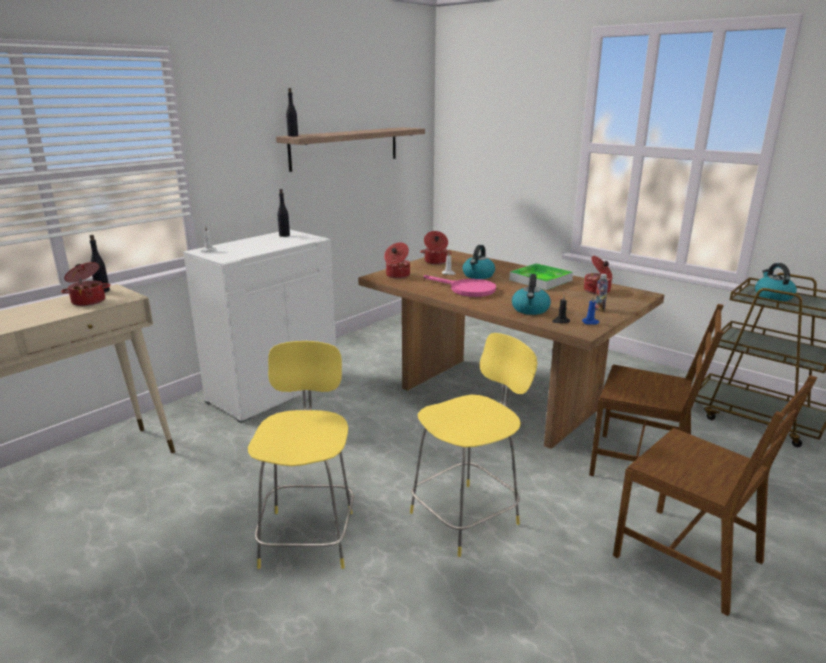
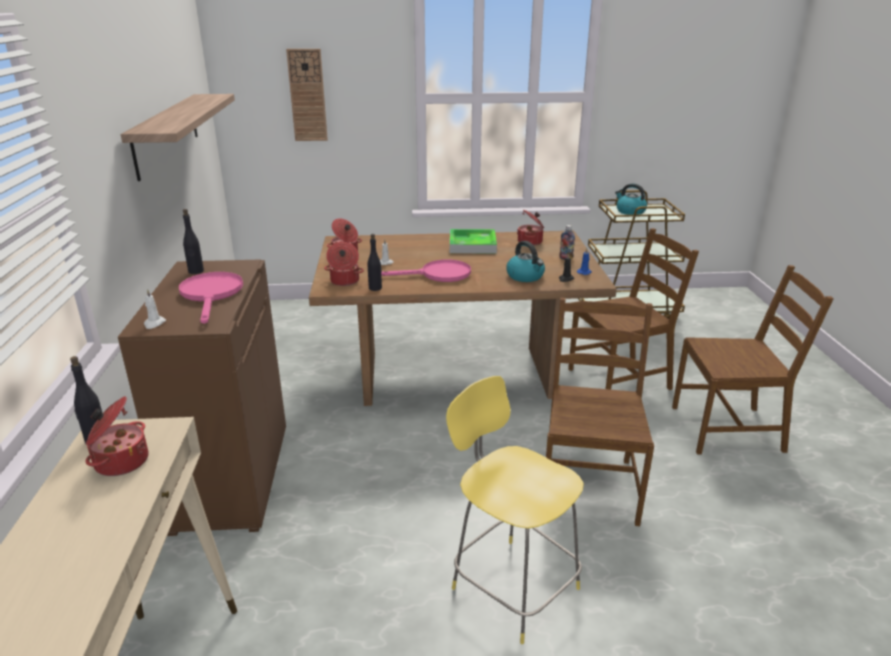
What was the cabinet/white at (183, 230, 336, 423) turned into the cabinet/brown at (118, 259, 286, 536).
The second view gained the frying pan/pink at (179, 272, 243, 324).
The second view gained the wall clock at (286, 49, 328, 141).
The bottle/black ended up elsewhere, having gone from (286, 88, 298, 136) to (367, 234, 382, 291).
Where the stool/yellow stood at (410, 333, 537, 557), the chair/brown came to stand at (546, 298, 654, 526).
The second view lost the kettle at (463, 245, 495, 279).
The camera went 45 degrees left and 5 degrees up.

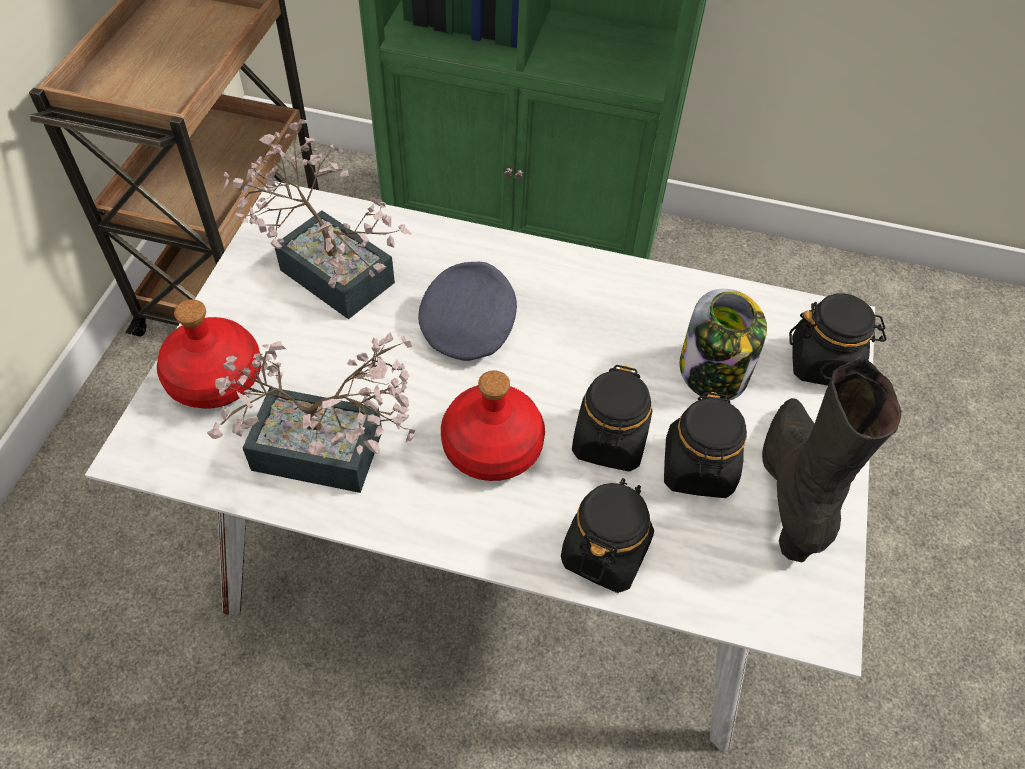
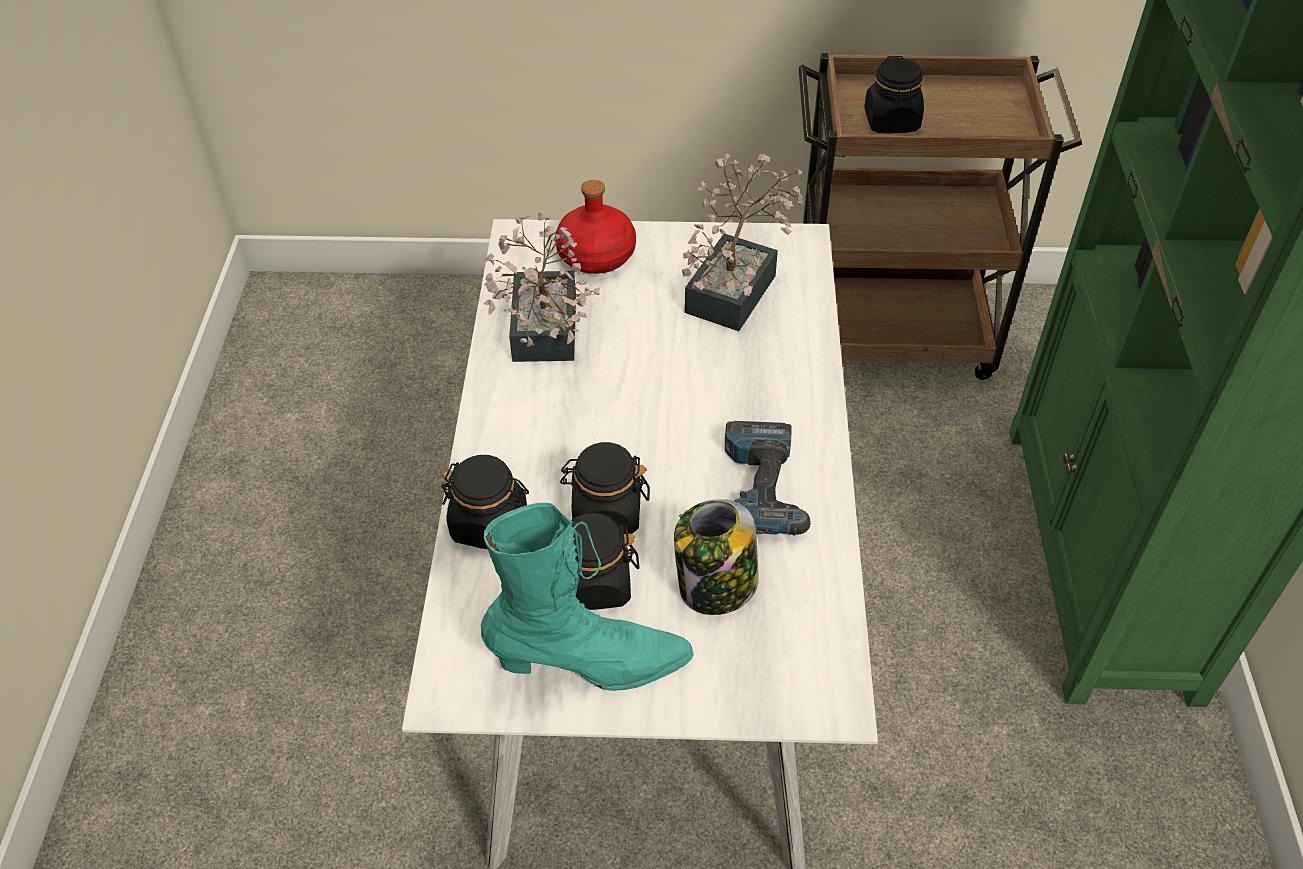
What was the boot/black at (762, 355, 901, 562) turned into the boot/turquoise at (481, 503, 694, 691).
The second view gained the power drill at (679, 421, 810, 536).
The jar/black ended up elsewhere, having gone from (789, 293, 887, 386) to (864, 56, 924, 133).
The second view lost the cap/grey at (418, 262, 517, 361).
The second view lost the bottle/red at (441, 370, 545, 481).
The camera went 80 degrees right and 5 degrees down.

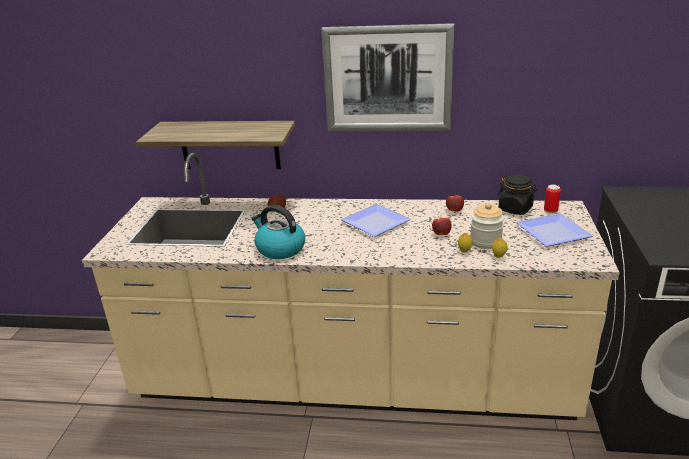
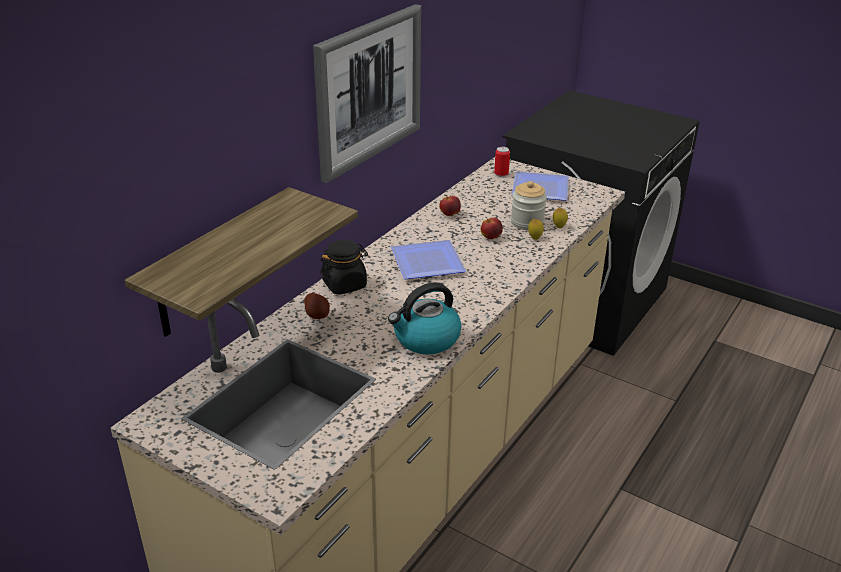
The jar/black ended up elsewhere, having gone from (498, 175, 537, 215) to (320, 240, 368, 295).
The camera went 65 degrees left and 5 degrees up.

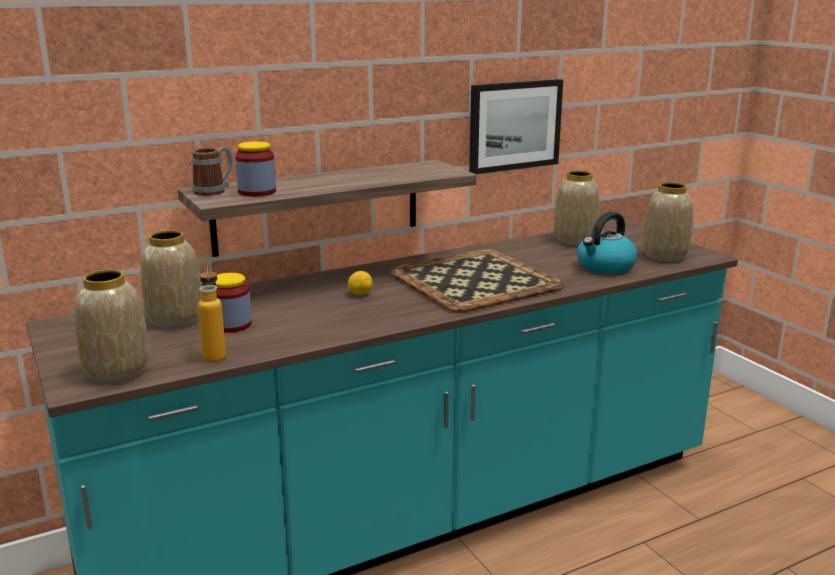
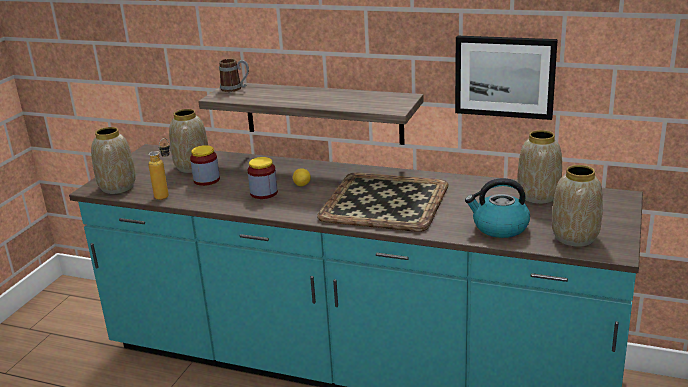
The jar ended up elsewhere, having gone from (235, 141, 276, 197) to (247, 157, 278, 199).
The camera went 50 degrees right and 5 degrees up.

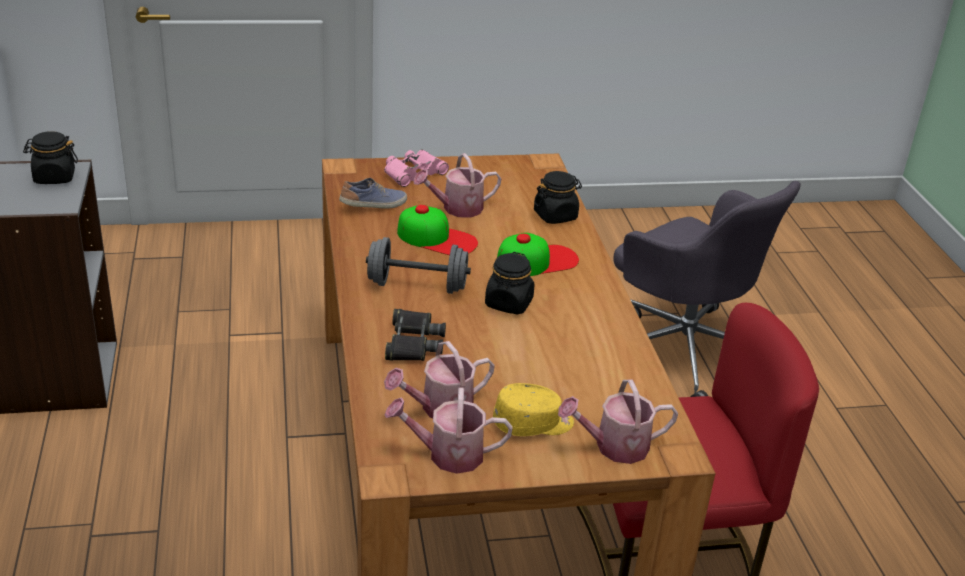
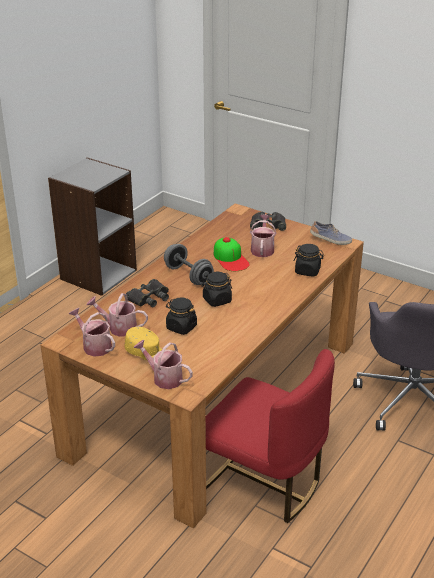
The jar/black ended up elsewhere, having gone from (23, 131, 78, 184) to (166, 297, 197, 335).
What was the binoculars/pink at (384, 149, 449, 187) turned into the binoculars/black at (250, 212, 286, 231).
The watering can at (414, 153, 501, 218) ended up facing another way, 75 degrees clockwise from before.
The shoe ended up elsewhere, having gone from (339, 178, 407, 208) to (310, 221, 352, 245).
The second view lost the cap at (497, 232, 579, 276).
The camera went 45 degrees right and 0 degrees up.

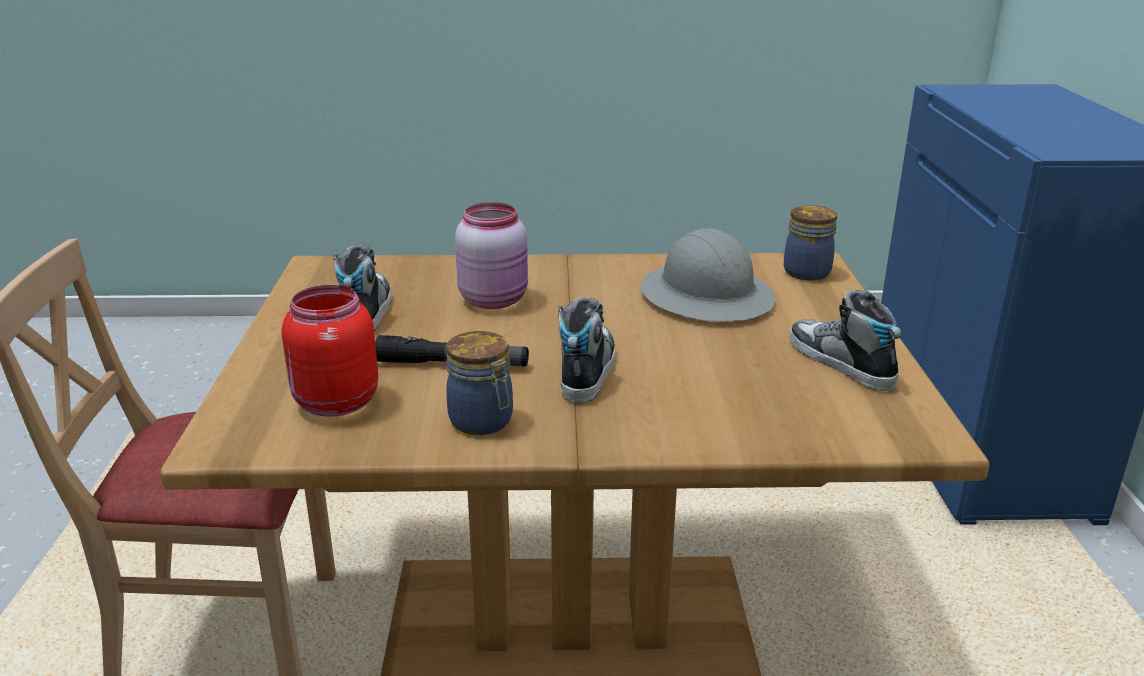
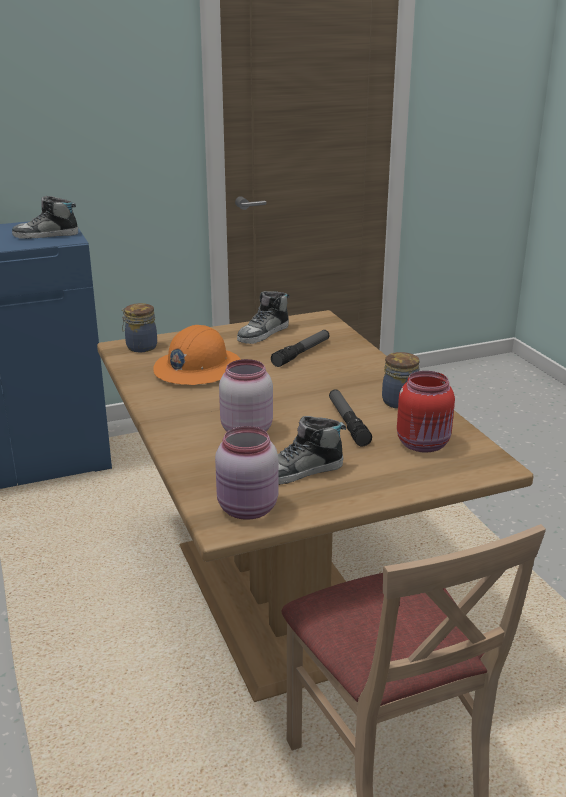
The shoe ended up elsewhere, having gone from (558, 297, 615, 403) to (12, 196, 78, 238).
What was the hard hat/grey at (641, 228, 776, 322) turned into the hard hat/orange at (153, 325, 241, 385).
The second view gained the jar/pink at (215, 426, 278, 520).
The second view gained the flashlight at (271, 330, 330, 367).
The camera went 110 degrees left and 0 degrees up.

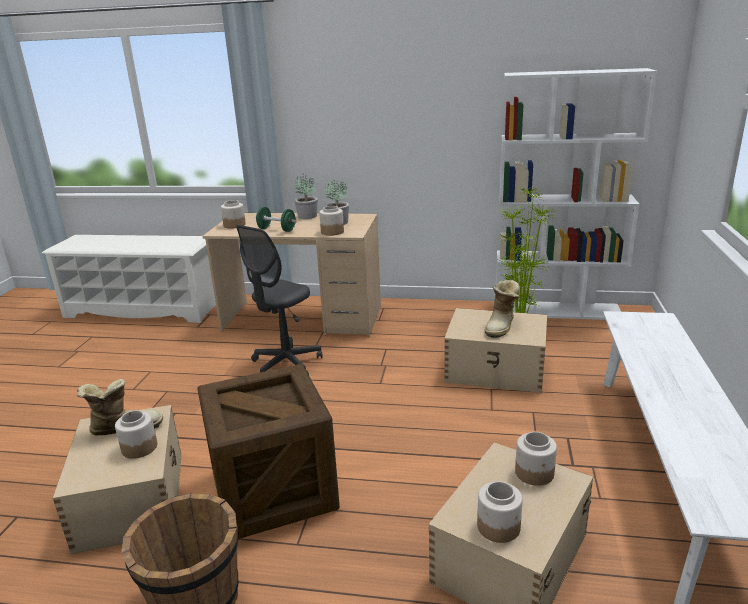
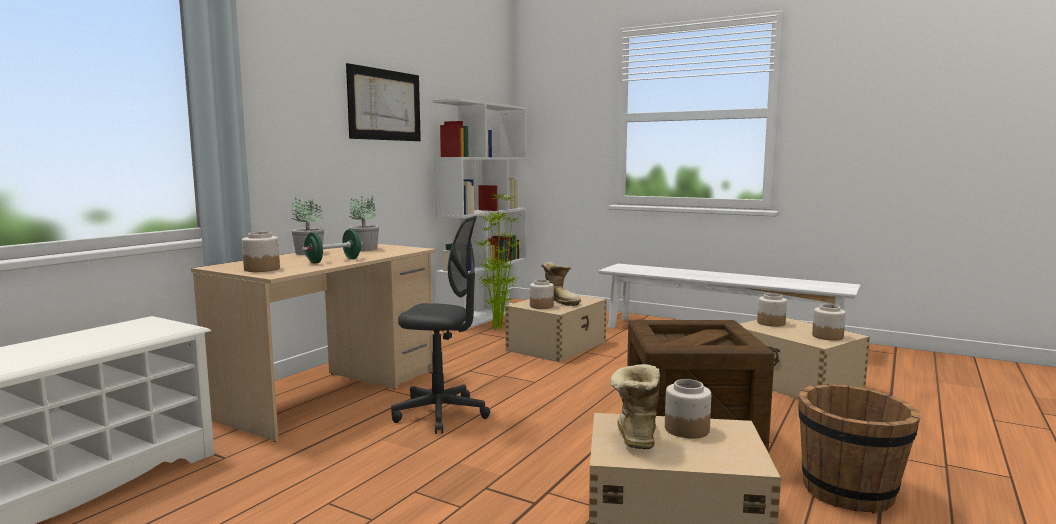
The second view gained the picture at (346, 63, 421, 141).
The office chair/grey at (236, 225, 323, 375) ended up facing another way, 45 degrees counterclockwise from before.
The jar ended up elsewhere, having gone from (319, 206, 344, 236) to (530, 280, 554, 309).
The camera went 70 degrees left and 15 degrees down.

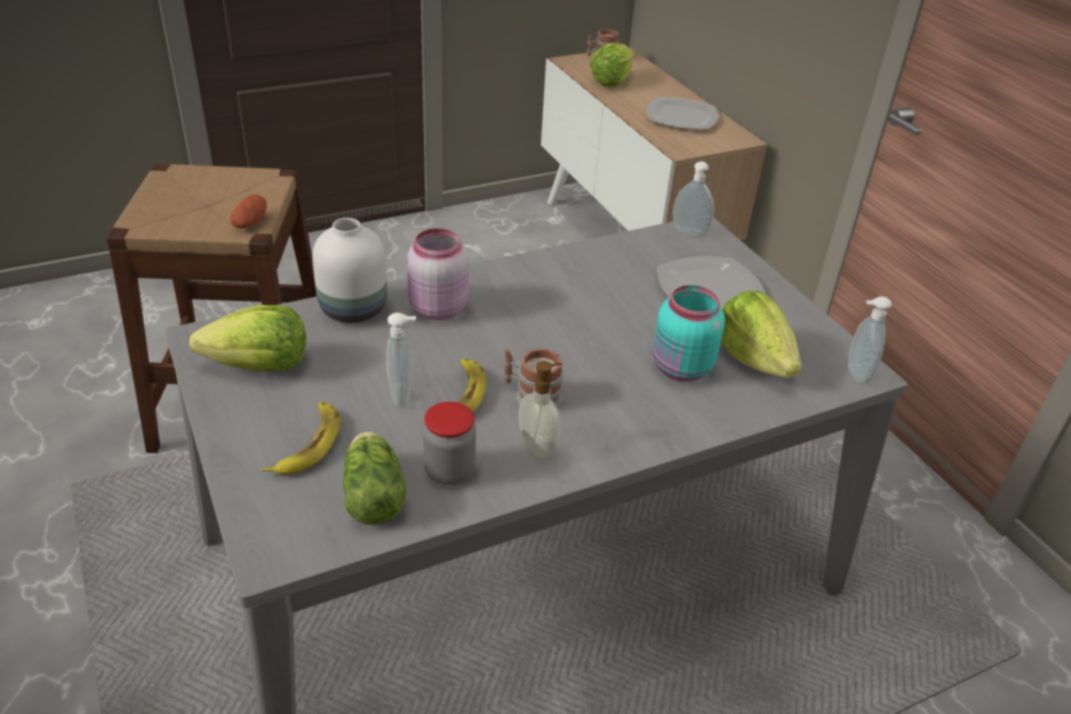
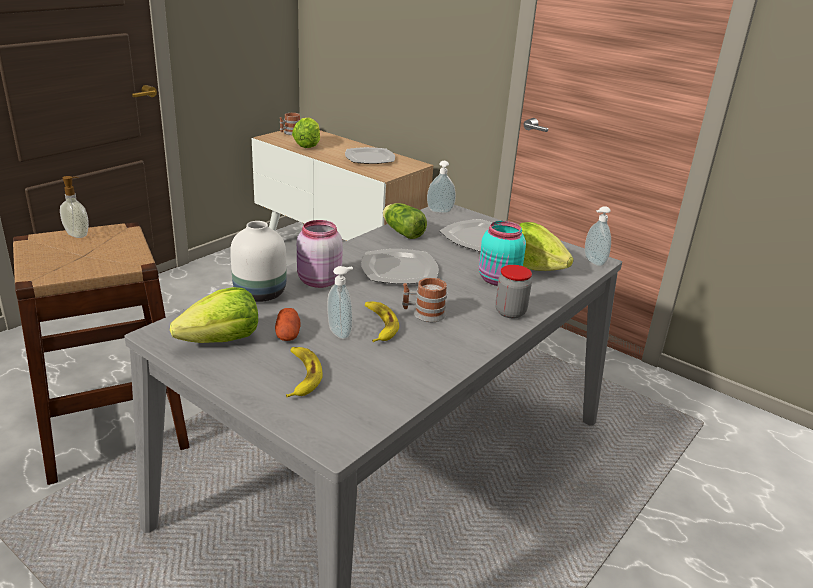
The soap dispenser ended up elsewhere, having gone from (518, 361, 562, 458) to (60, 176, 89, 238).
The potato ended up elsewhere, having gone from (230, 194, 267, 228) to (275, 308, 301, 341).
The second view gained the plate at (361, 249, 438, 284).
The lettuce ended up elsewhere, having gone from (343, 432, 406, 525) to (383, 203, 427, 239).
The jar ended up elsewhere, having gone from (423, 402, 476, 485) to (495, 265, 532, 318).
The camera went 25 degrees left and 10 degrees down.

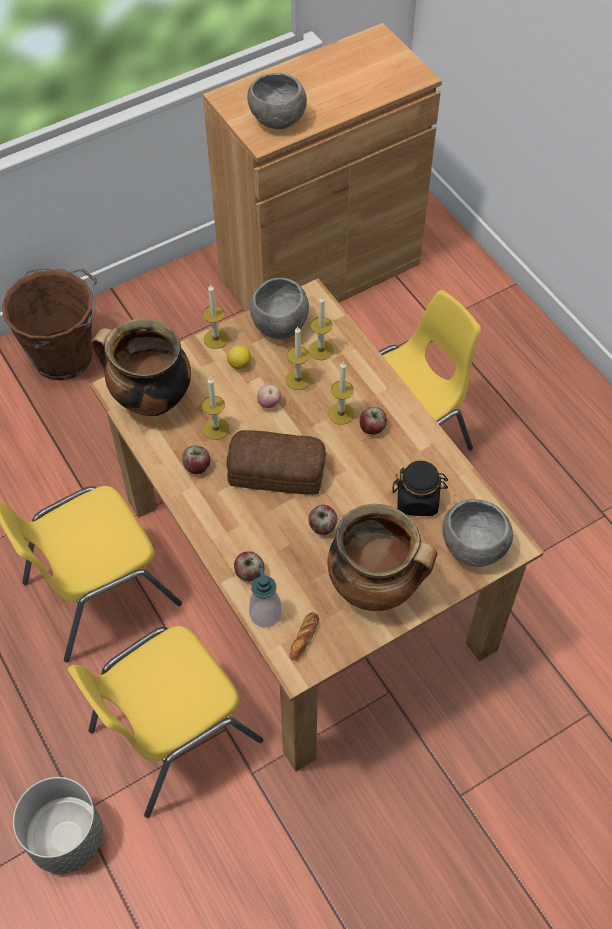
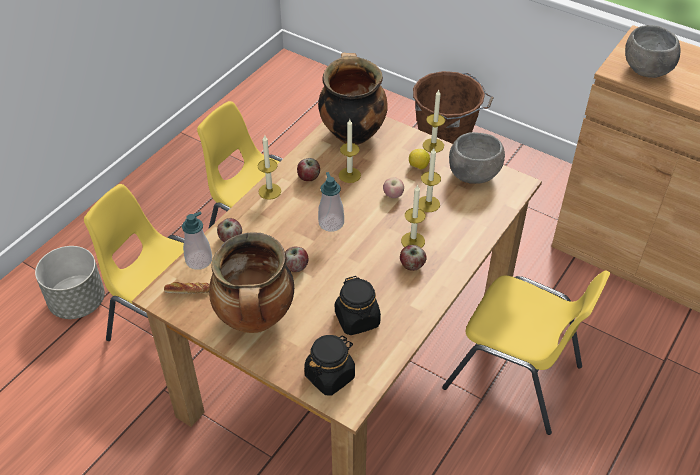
The candle ended up elsewhere, having gone from (308, 296, 334, 360) to (258, 135, 281, 200).
Where the bowl/grey stood at (442, 499, 513, 567), the jar/black came to stand at (304, 335, 355, 396).
Where the bread stood at (227, 430, 326, 495), the soap dispenser came to stand at (318, 172, 344, 232).
The camera went 65 degrees right and 10 degrees down.

